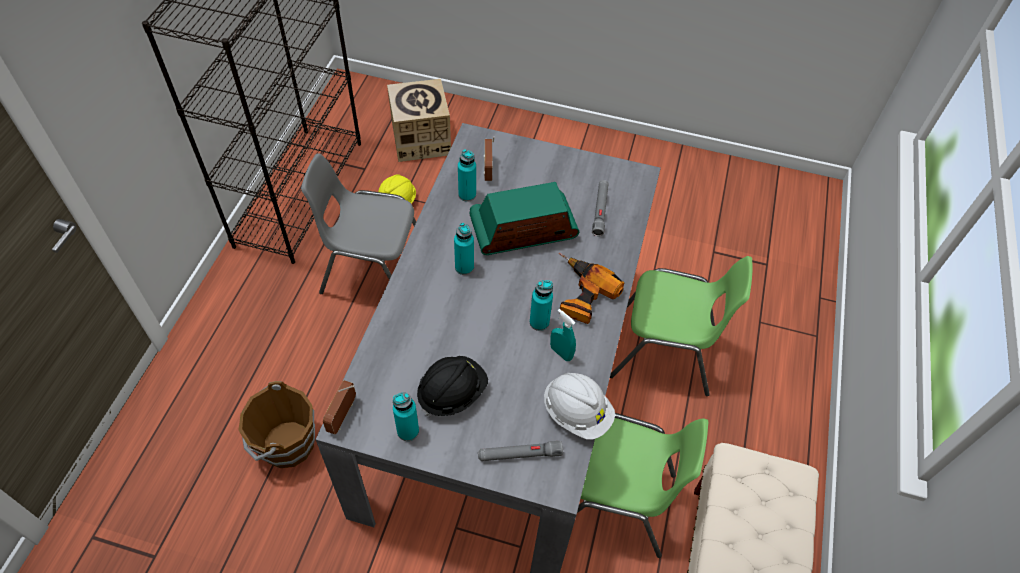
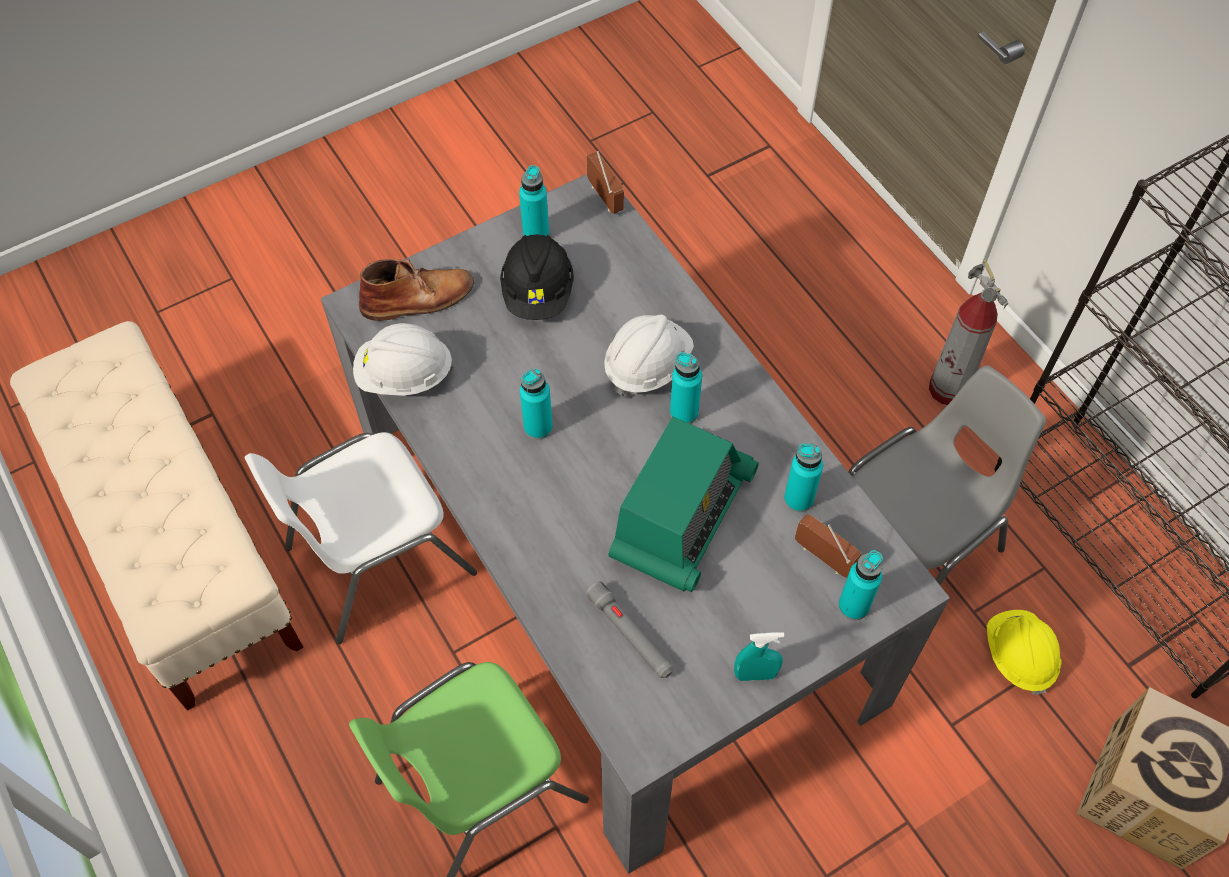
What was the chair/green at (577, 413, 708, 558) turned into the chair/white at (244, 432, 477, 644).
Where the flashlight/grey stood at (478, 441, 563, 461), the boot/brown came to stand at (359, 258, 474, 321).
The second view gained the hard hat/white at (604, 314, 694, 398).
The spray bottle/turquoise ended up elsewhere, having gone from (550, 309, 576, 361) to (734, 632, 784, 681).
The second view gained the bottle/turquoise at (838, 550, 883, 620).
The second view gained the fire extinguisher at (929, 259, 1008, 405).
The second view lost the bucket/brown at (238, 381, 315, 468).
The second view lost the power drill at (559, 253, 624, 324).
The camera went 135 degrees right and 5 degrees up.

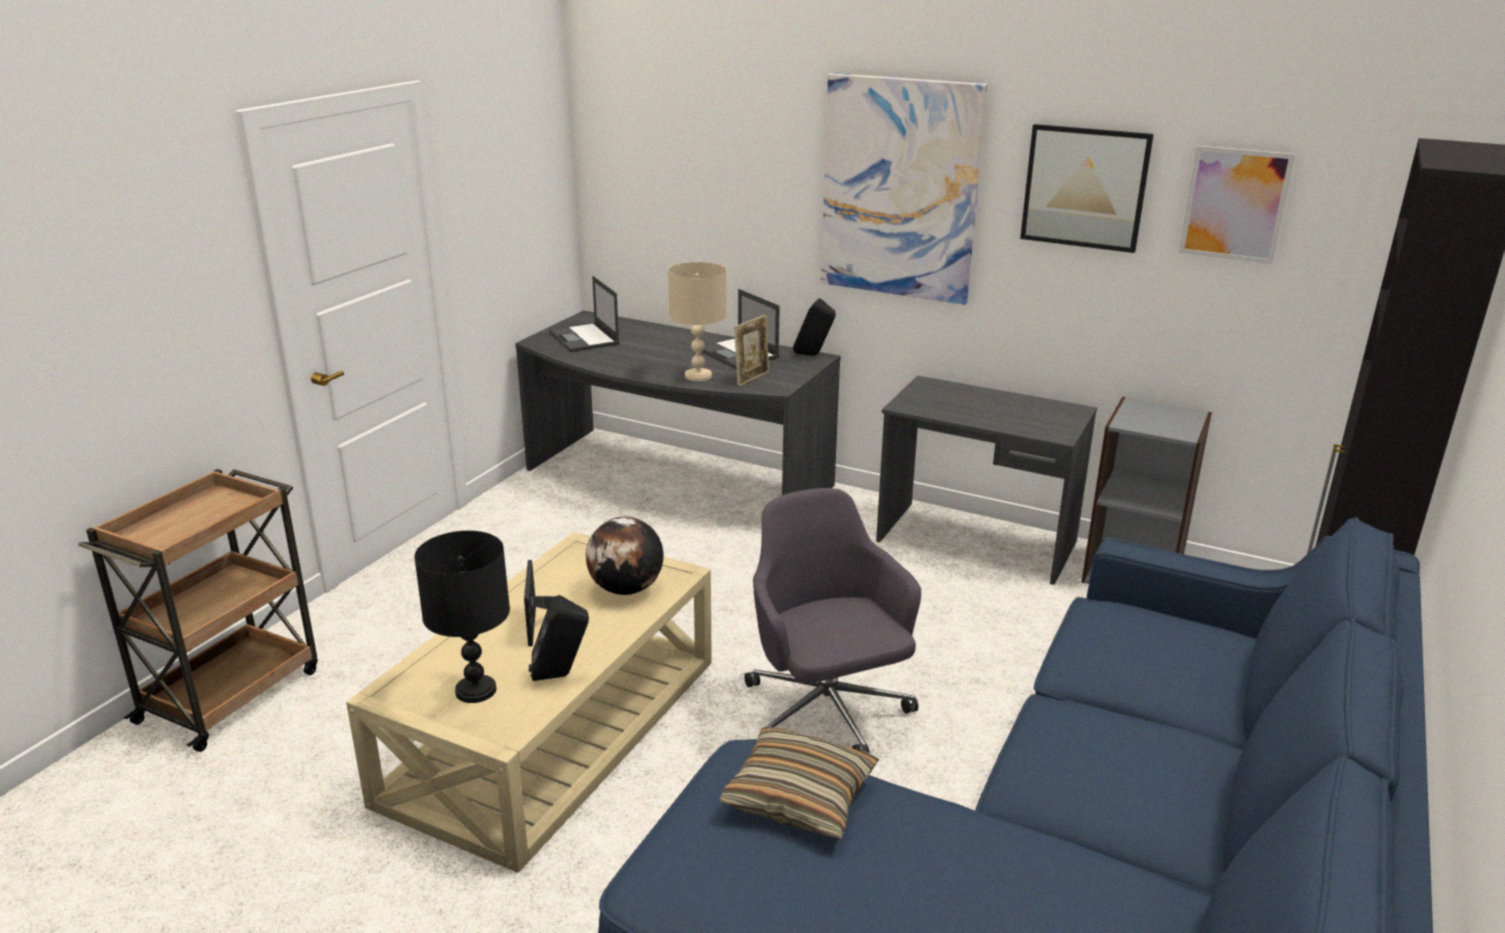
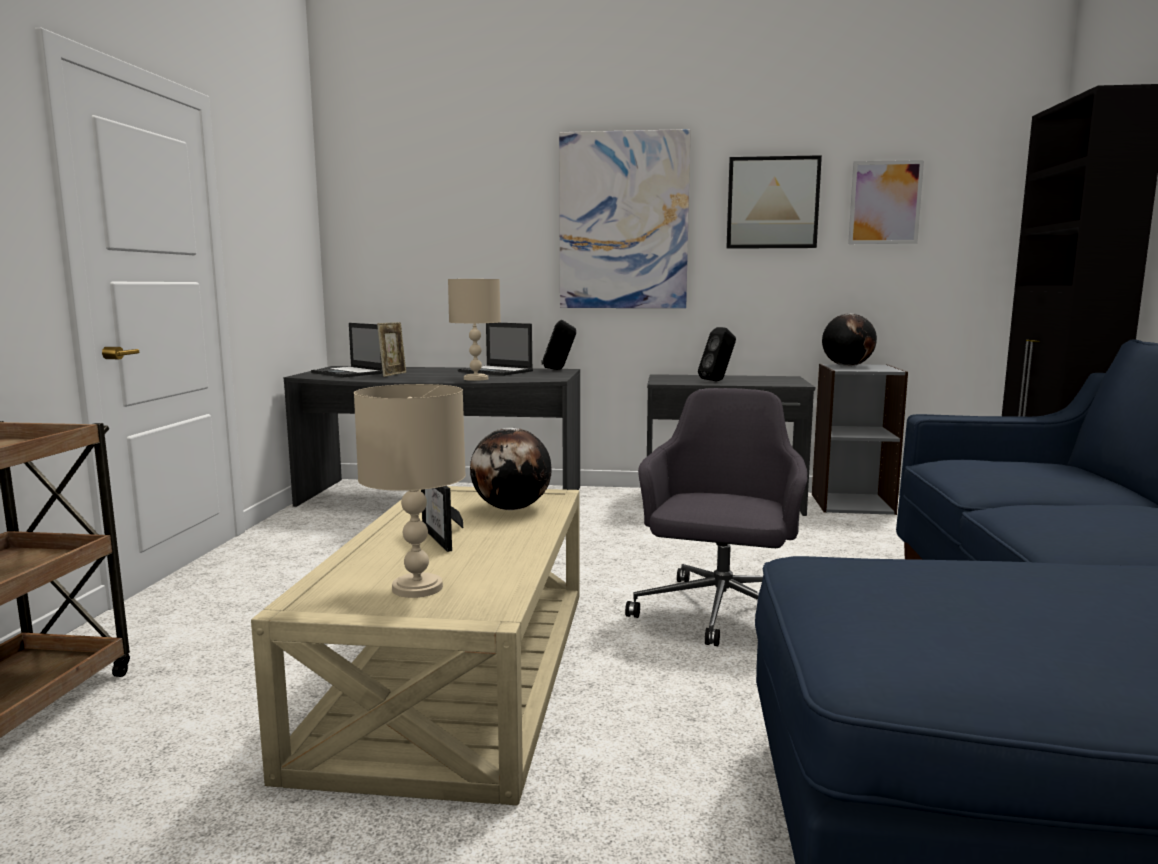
What was the table lamp/black at (414, 531, 510, 703) turned into the table lamp/beige at (354, 384, 466, 598).
The picture frame ended up elsewhere, having gone from (734, 315, 769, 386) to (377, 322, 406, 377).
The office chair/grey at (744, 488, 921, 753) ended up facing another way, 60 degrees clockwise from before.
The speaker/black ended up elsewhere, having gone from (529, 595, 589, 681) to (698, 327, 736, 381).
The second view gained the globe at (822, 313, 877, 366).
The second view lost the pillow at (719, 726, 879, 839).
The camera went 20 degrees left and 15 degrees down.

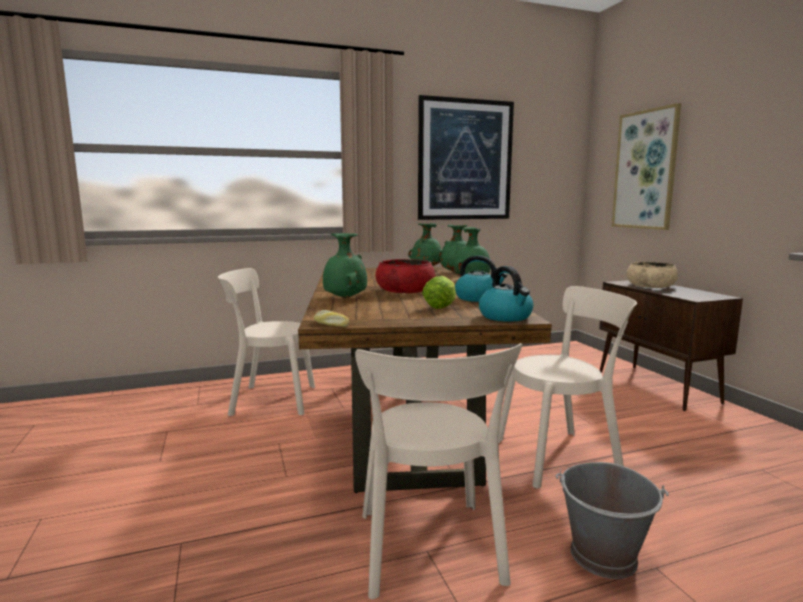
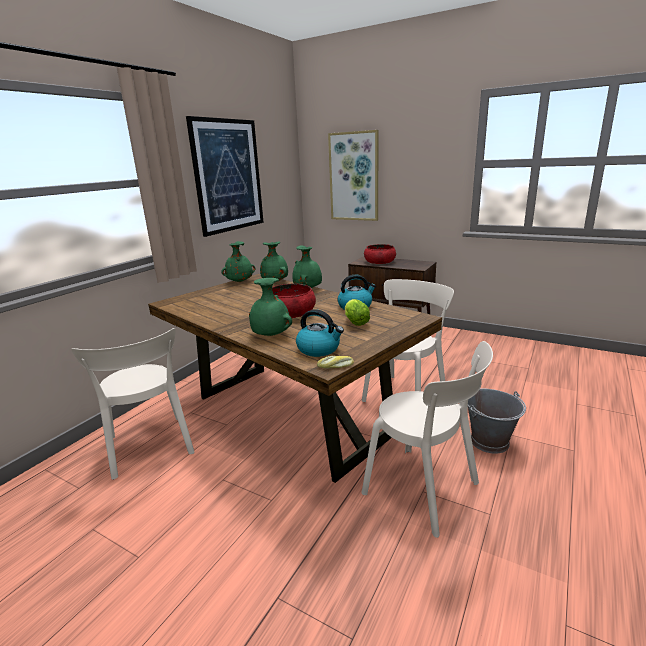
The chair/beige at (218, 268, 315, 416) ended up facing another way, 75 degrees counterclockwise from before.
The kettle ended up elsewhere, having gone from (479, 266, 533, 322) to (296, 309, 344, 357).
What was the bowl/beige at (627, 262, 678, 288) turned into the bowl/red at (364, 244, 396, 264).
The camera went 40 degrees left and 10 degrees up.

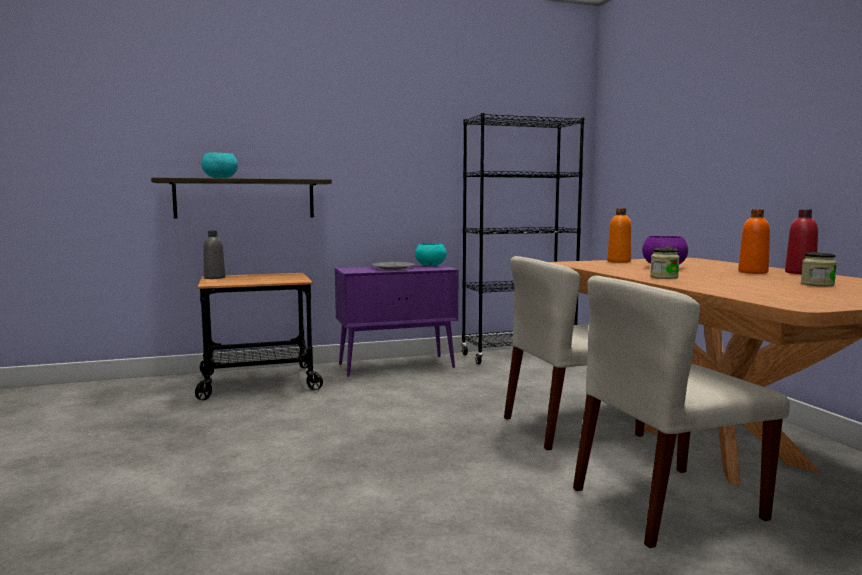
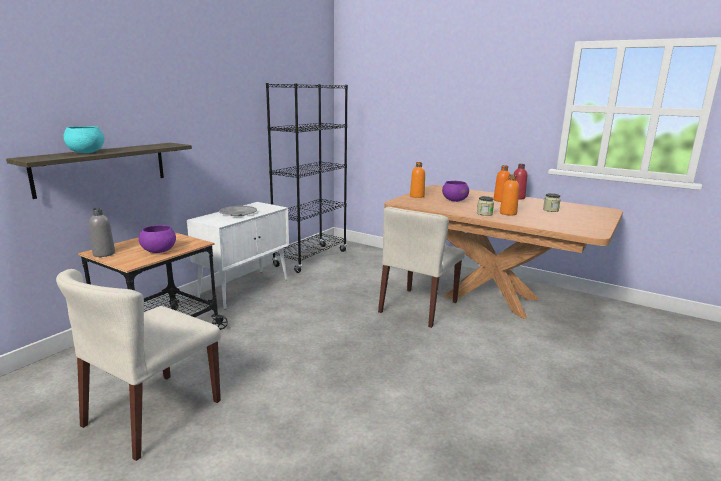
The chair/beige ended up elsewhere, having gone from (573, 276, 790, 548) to (56, 269, 221, 461).
The second view gained the bowl/purple at (139, 225, 176, 253).
What was the cabinet/purple at (335, 264, 458, 377) turned into the cabinet/white at (187, 202, 289, 309).
The second view gained the bottle/orange at (500, 174, 519, 215).
The second view lost the bowl/turquoise at (415, 243, 447, 266).
The camera went 40 degrees left and 10 degrees up.

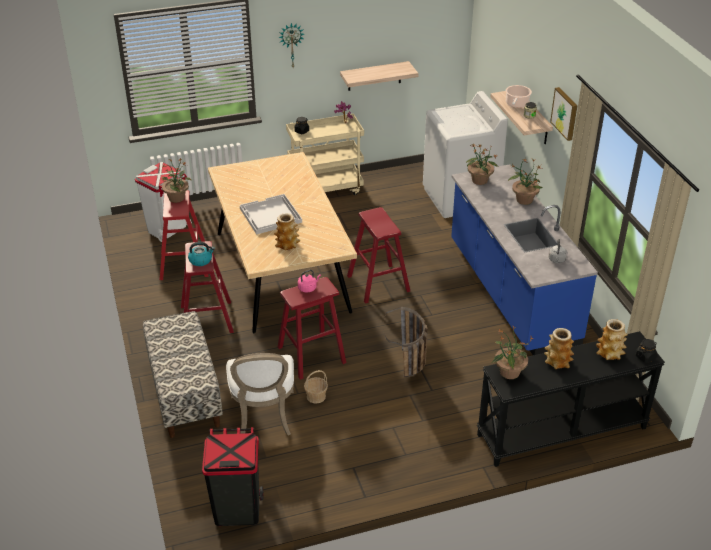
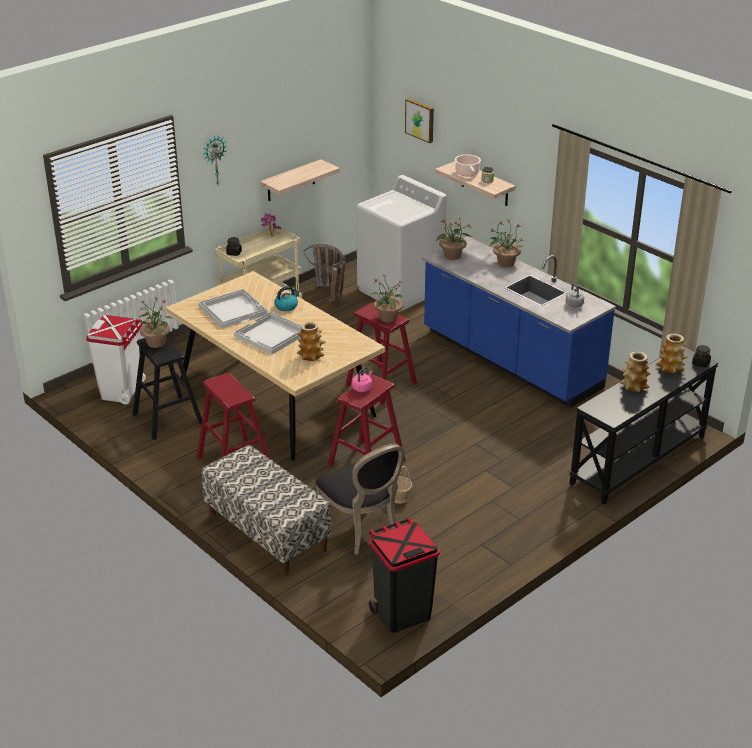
What was the stool/red at (160, 190, 208, 280) turned into the stool/black at (133, 337, 202, 440).
The second view gained the tray/white at (199, 289, 268, 329).
The kettle ended up elsewhere, having gone from (188, 242, 215, 266) to (274, 286, 299, 311).
The basket ended up elsewhere, having gone from (383, 307, 428, 377) to (303, 244, 346, 304).
What was the chair/white at (226, 353, 294, 435) turned into the chair/black at (315, 444, 405, 555).
The potted plant ended up elsewhere, having gone from (492, 327, 533, 379) to (371, 275, 403, 323).
The picture ended up elsewhere, having gone from (550, 87, 577, 141) to (405, 98, 434, 143).
The camera went 25 degrees left and 5 degrees down.

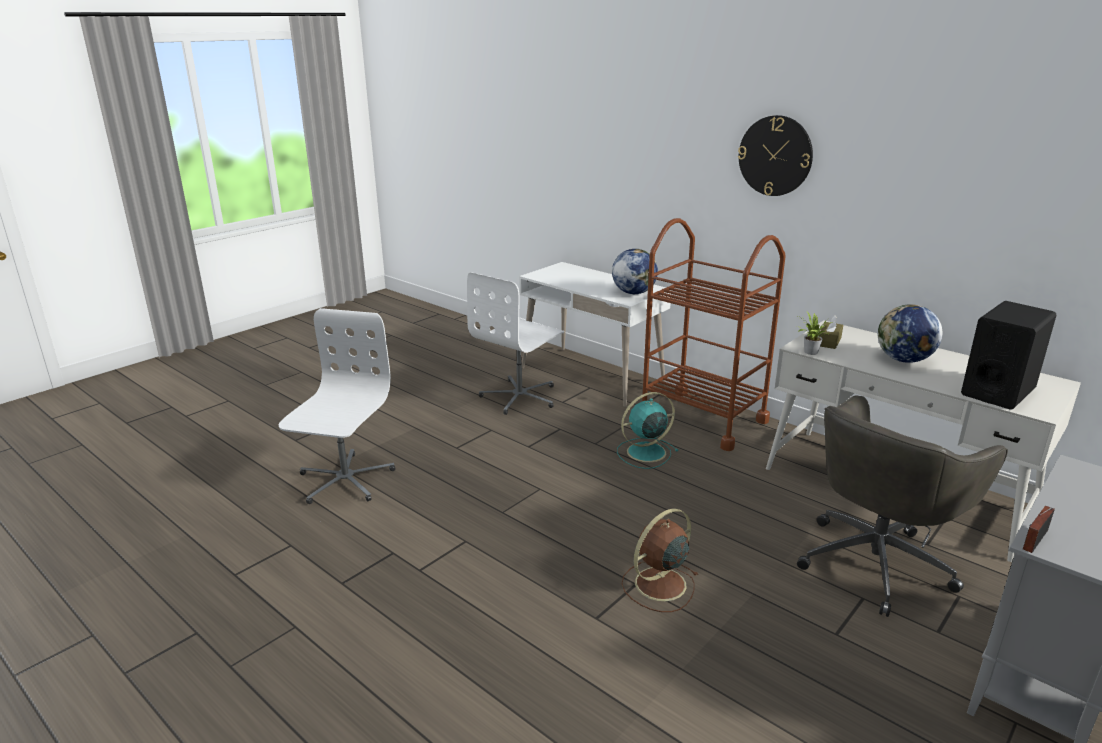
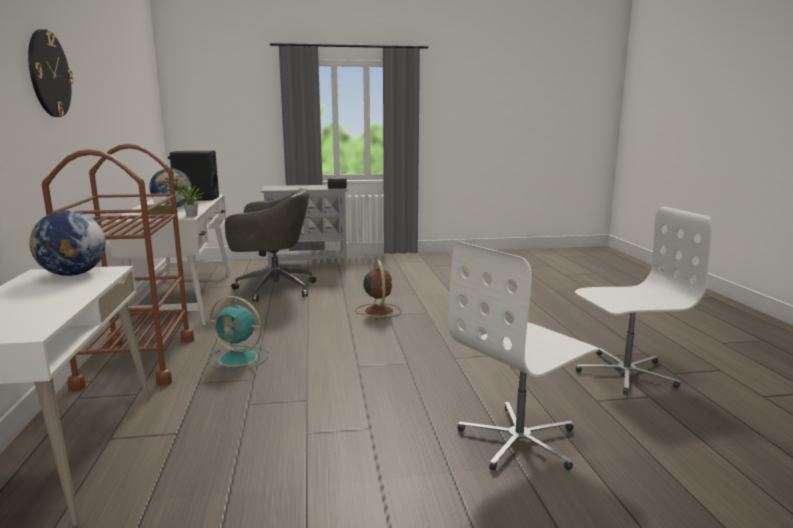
The fan/brown at (621, 509, 699, 612) ended up facing another way, 105 degrees counterclockwise from before.
The office chair/white ended up elsewhere, having gone from (467, 272, 564, 415) to (575, 207, 712, 395).
The camera went 140 degrees left and 10 degrees down.

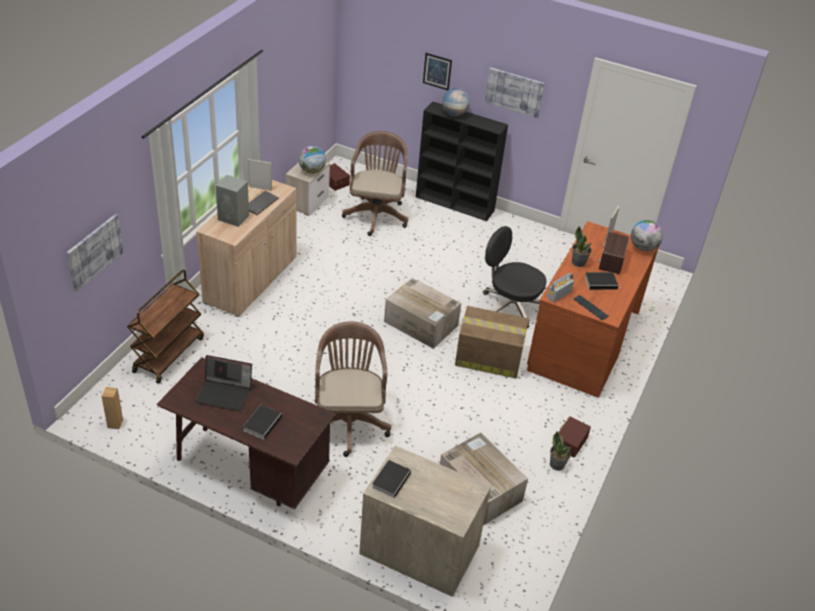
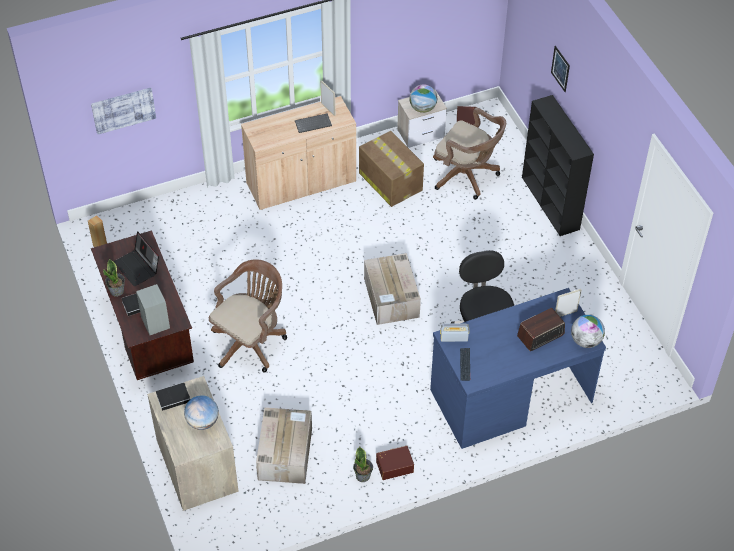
The potted plant ended up elsewhere, having gone from (572, 227, 592, 267) to (103, 259, 125, 297).
The speaker/grey ended up elsewhere, having gone from (216, 175, 249, 227) to (136, 284, 170, 335).
The globe ended up elsewhere, having gone from (442, 88, 470, 116) to (184, 395, 219, 430).
The cardboard box ended up elsewhere, having gone from (455, 306, 529, 378) to (359, 131, 424, 207).
What was the desk/brown at (527, 221, 659, 398) turned into the desk/blue at (430, 288, 606, 449).
The office chair/brown at (342, 131, 408, 236) ended up facing another way, 75 degrees clockwise from before.
The second view lost the cart/brown at (127, 270, 204, 384).
The second view lost the picture at (485, 67, 544, 118).
The second view lost the book at (585, 272, 618, 290).
The camera went 45 degrees right and 10 degrees up.

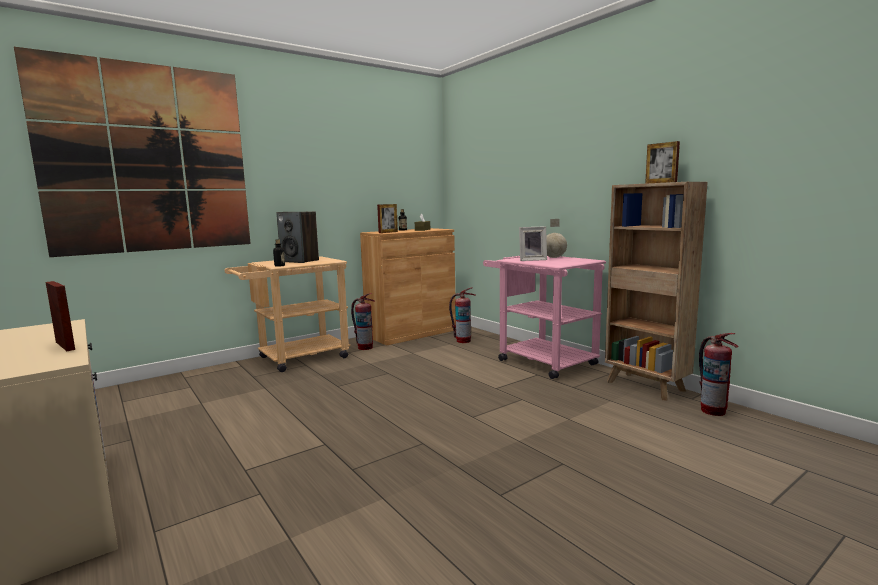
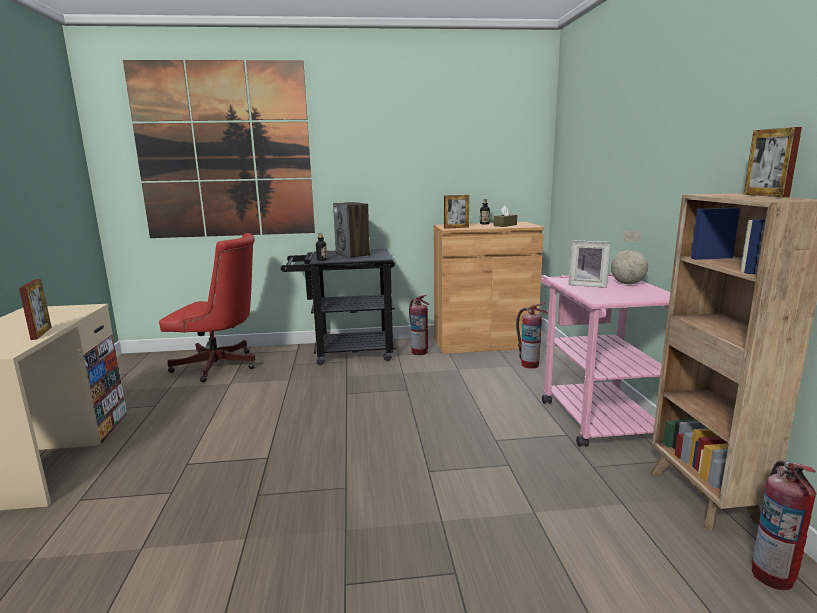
The second view gained the office chair/red at (159, 233, 255, 382).
What was the cart/beige at (224, 256, 350, 372) turned into the cart/black at (281, 249, 396, 365).
The camera went 30 degrees right and 5 degrees up.

